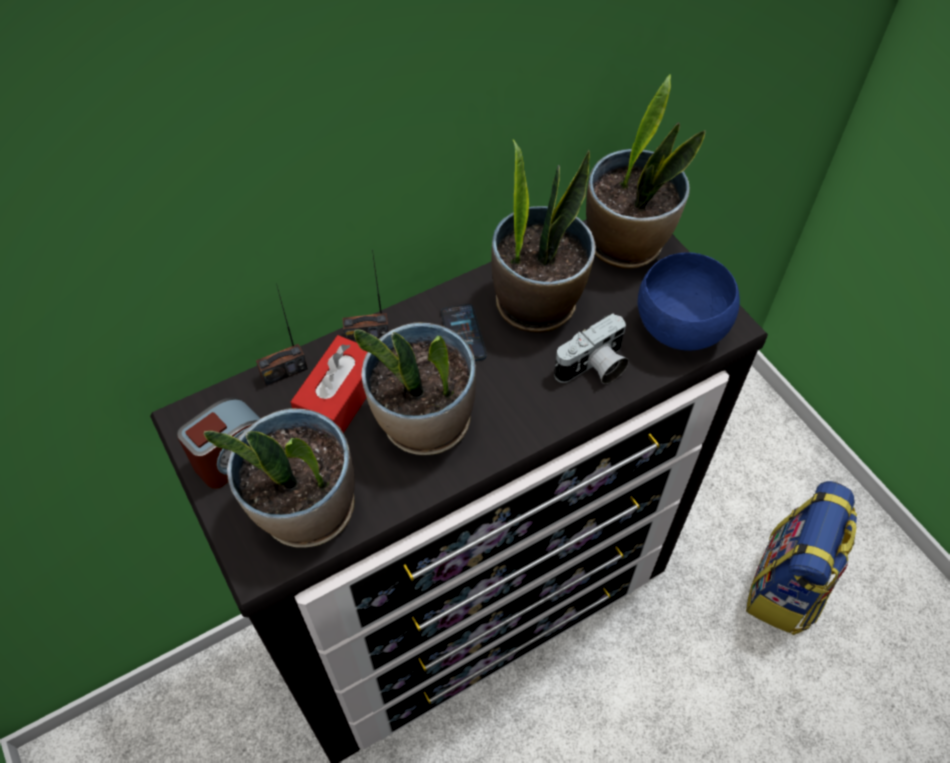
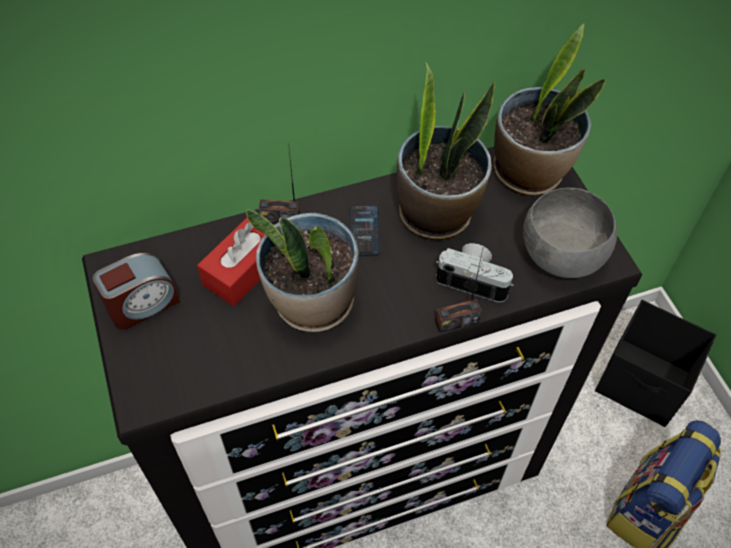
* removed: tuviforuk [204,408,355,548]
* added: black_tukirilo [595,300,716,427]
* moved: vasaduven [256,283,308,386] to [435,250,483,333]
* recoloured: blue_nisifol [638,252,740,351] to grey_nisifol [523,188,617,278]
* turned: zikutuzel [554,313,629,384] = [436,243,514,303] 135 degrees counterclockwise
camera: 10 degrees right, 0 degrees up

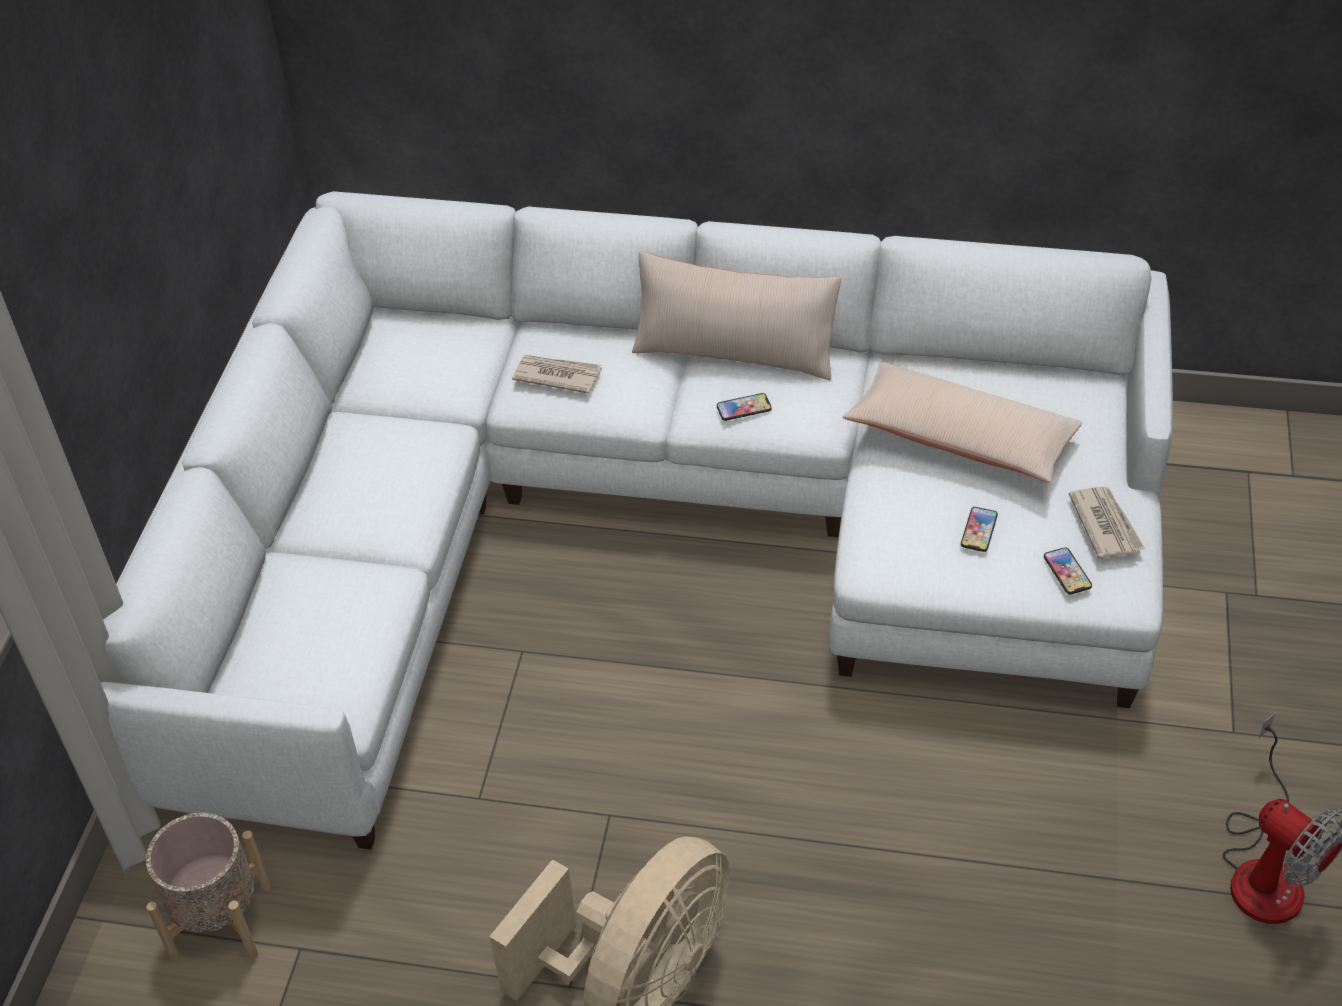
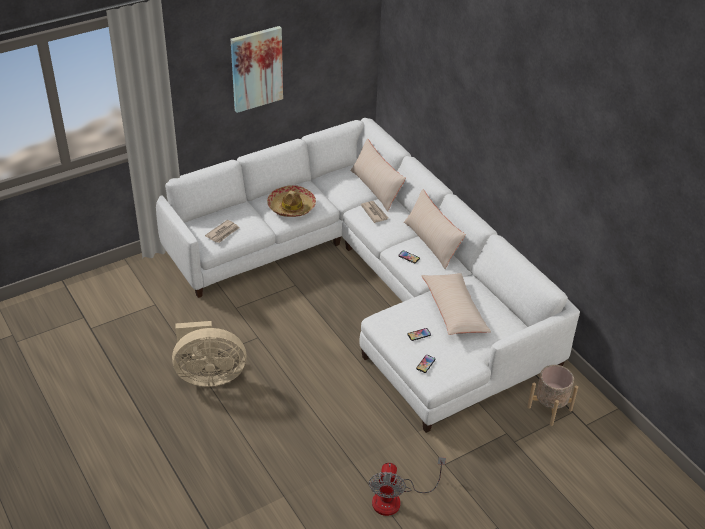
* added: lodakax [231,26,283,113]
* added: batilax [267,185,316,217]
* added: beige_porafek [350,138,406,212]
* moved: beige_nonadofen [146,813,271,960] to [527,365,578,426]
* moved: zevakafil [1069,487,1145,559] to [205,220,240,243]
camera: 45 degrees right, 5 degrees down

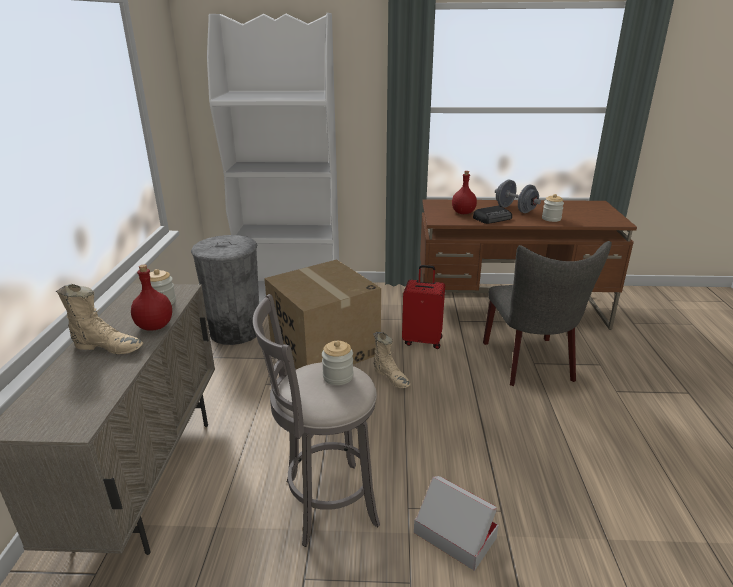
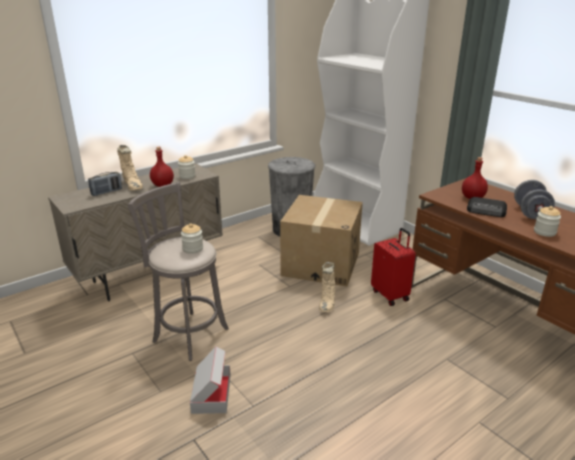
* removed: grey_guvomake [483,241,612,386]
* added: vasaduven [88,172,122,196]
camera: 50 degrees right, 0 degrees up

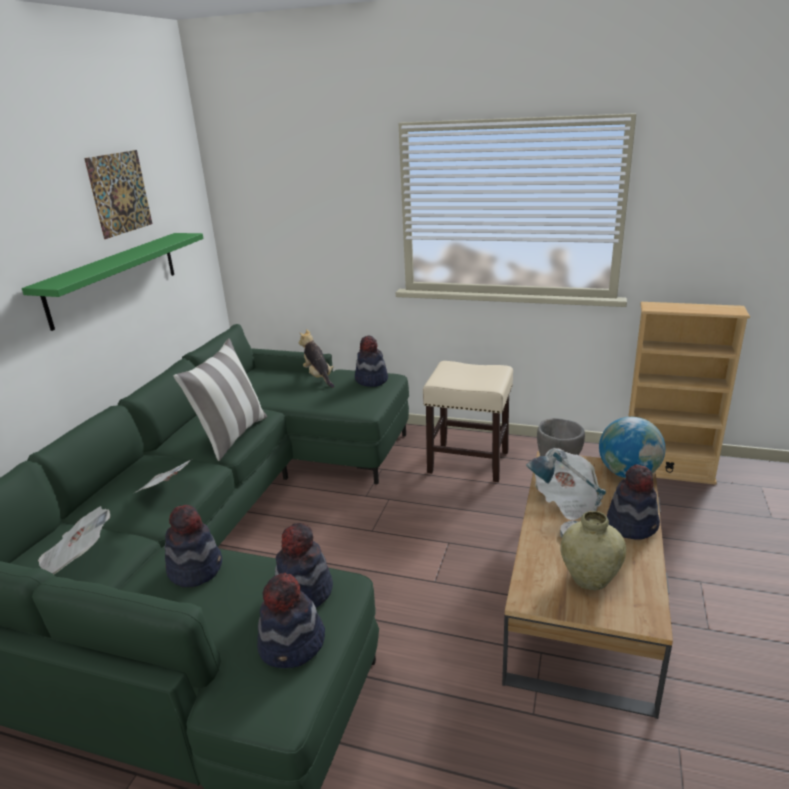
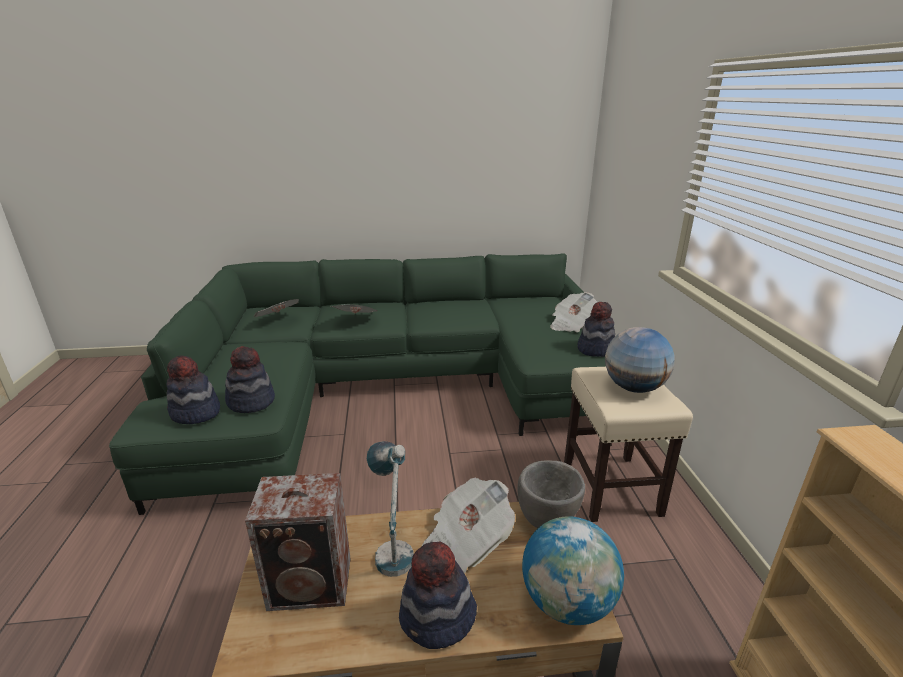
* removed: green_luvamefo [22,233,203,331]
* removed: lodakax [84,150,152,239]
* removed: batilax [165,505,222,587]
* removed: porafek [173,338,267,461]
* added: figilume [605,327,675,393]
* replaced: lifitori [299,329,334,388] to zevakafil [550,292,597,332]
* replaced: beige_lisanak [560,511,626,590] to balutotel [245,473,351,611]
camera: 65 degrees right, 0 degrees up

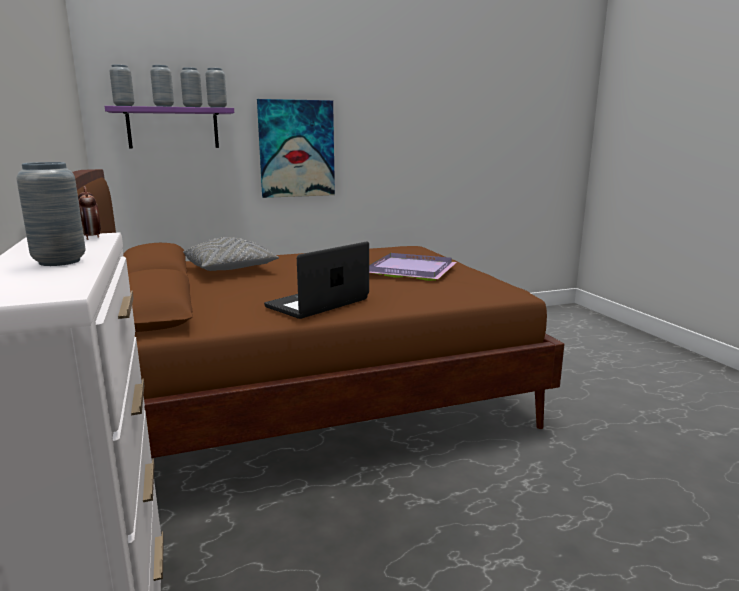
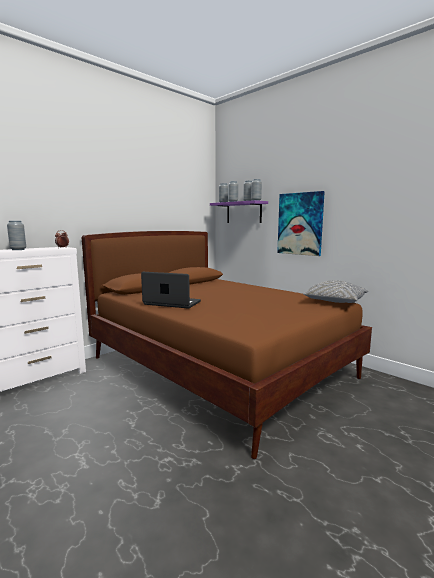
* removed: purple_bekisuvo [369,253,457,281]
* moved: grey_porafek [183,237,279,271] to [303,280,368,303]
camera: 65 degrees right, 5 degrees down

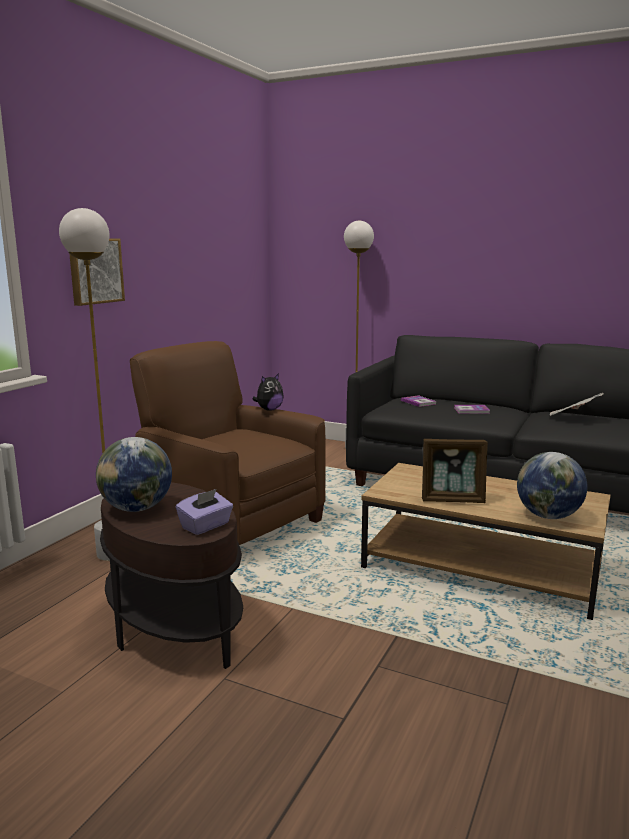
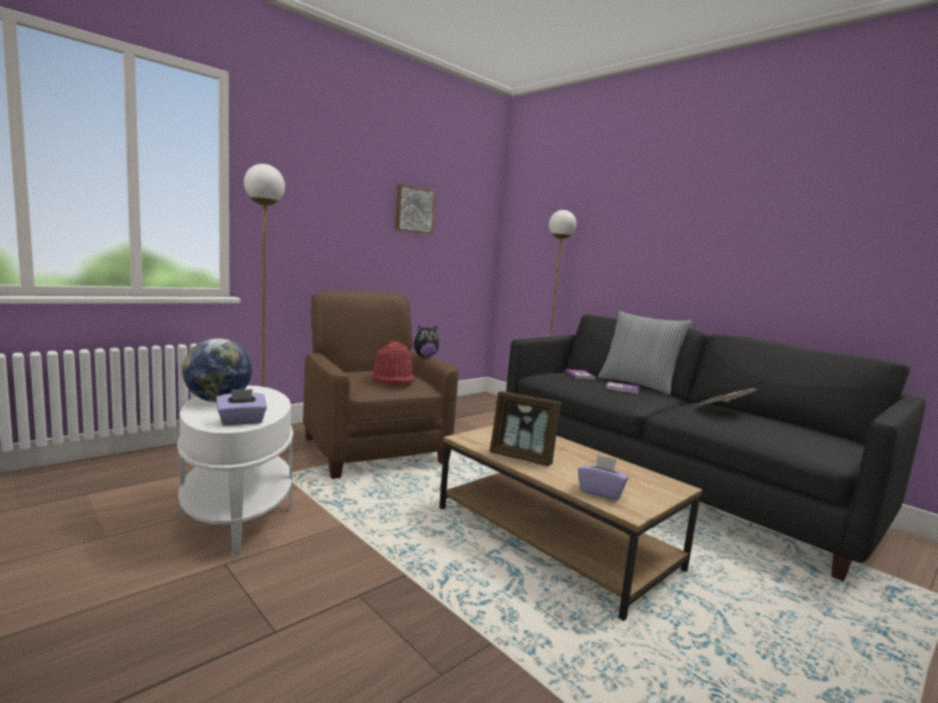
* added: red_batilax [372,341,416,385]
* added: porafek [598,311,692,395]
* moved: lodakax [69,239,125,306] to [395,184,435,234]
* replaced: figilume [517,452,588,519] to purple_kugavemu [578,455,629,501]
* recoloured: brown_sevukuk [100,482,243,669] to white_sevukuk [177,385,293,557]
camera: 20 degrees right, 5 degrees down

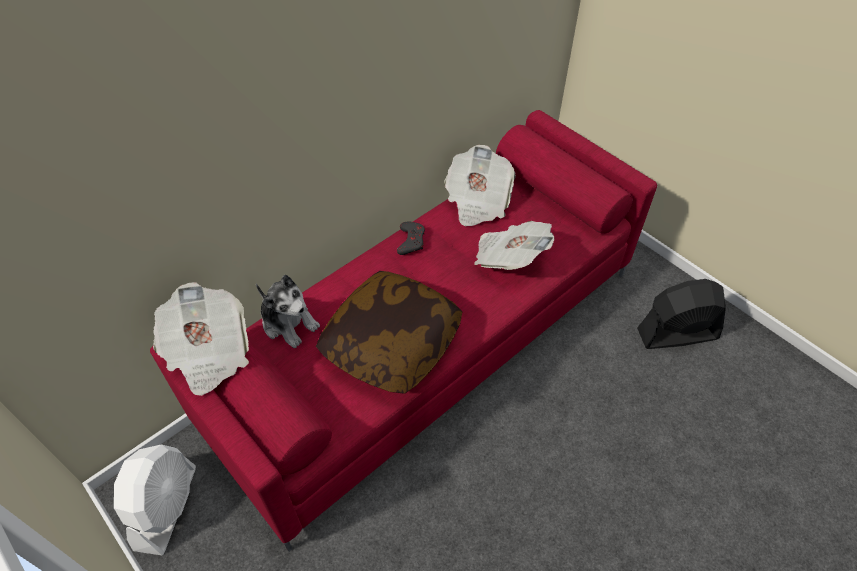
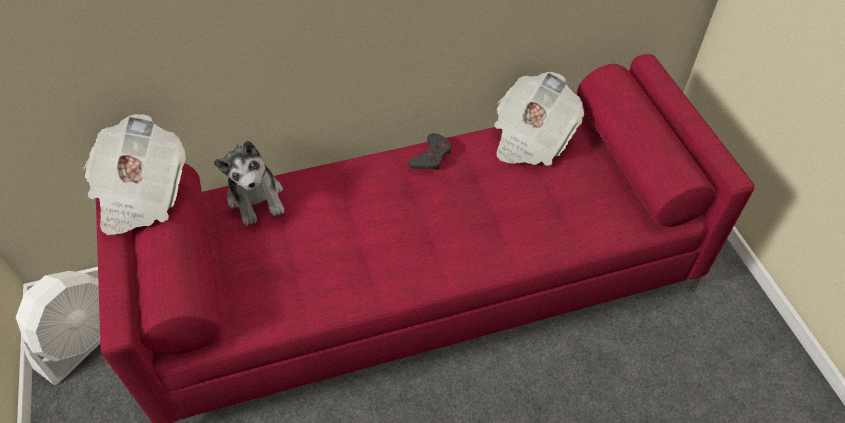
* removed: porafek [316,271,462,394]
* removed: zevakafil [474,221,555,270]
* removed: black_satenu [637,279,726,349]
camera: 25 degrees right, 0 degrees up

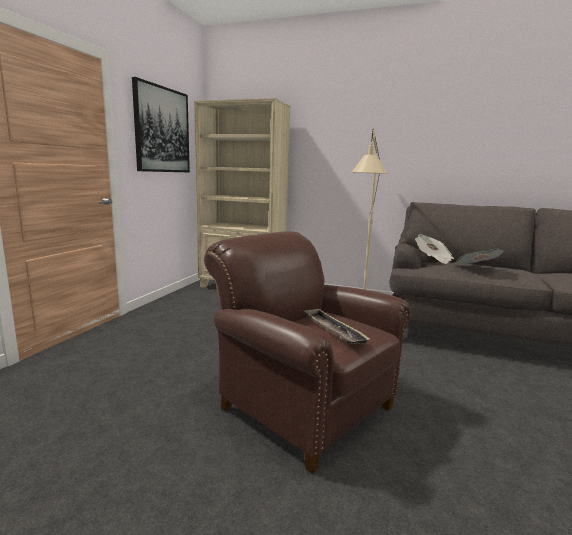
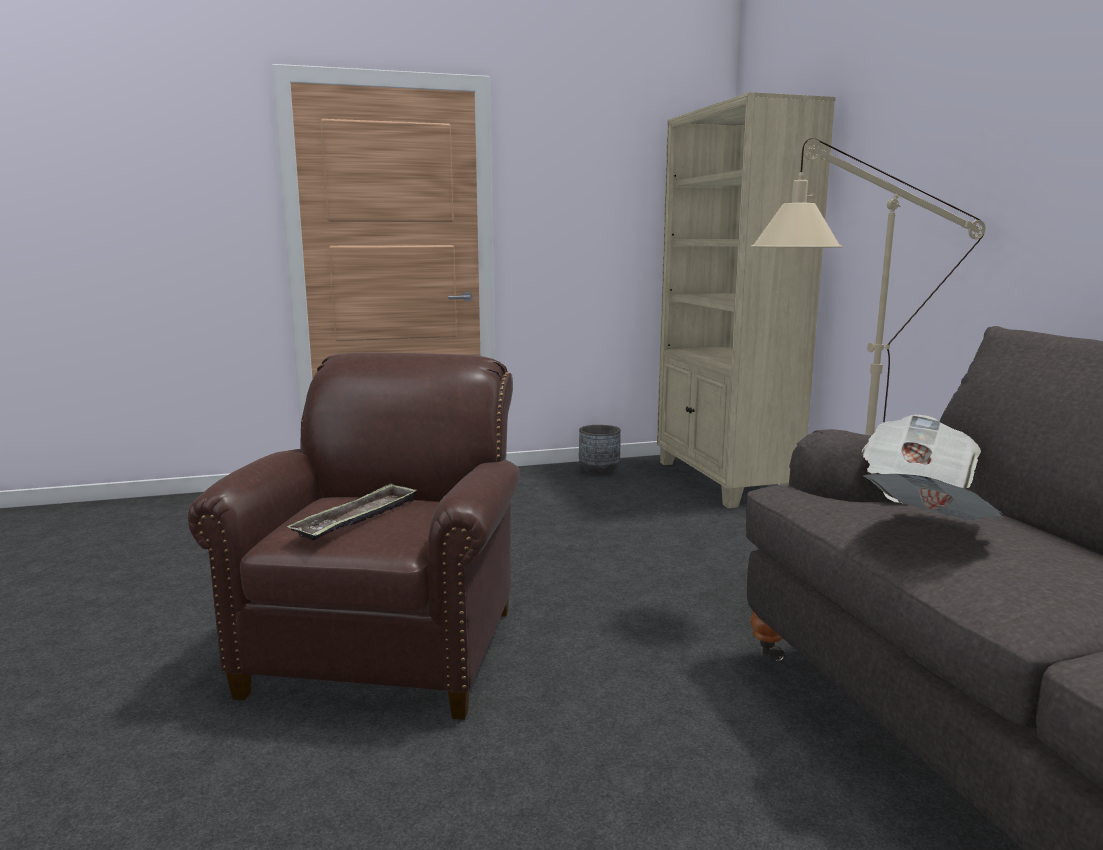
* removed: lodakax [132,77,190,172]
* added: grey_nonadofen [579,425,621,475]
camera: 55 degrees right, 0 degrees up

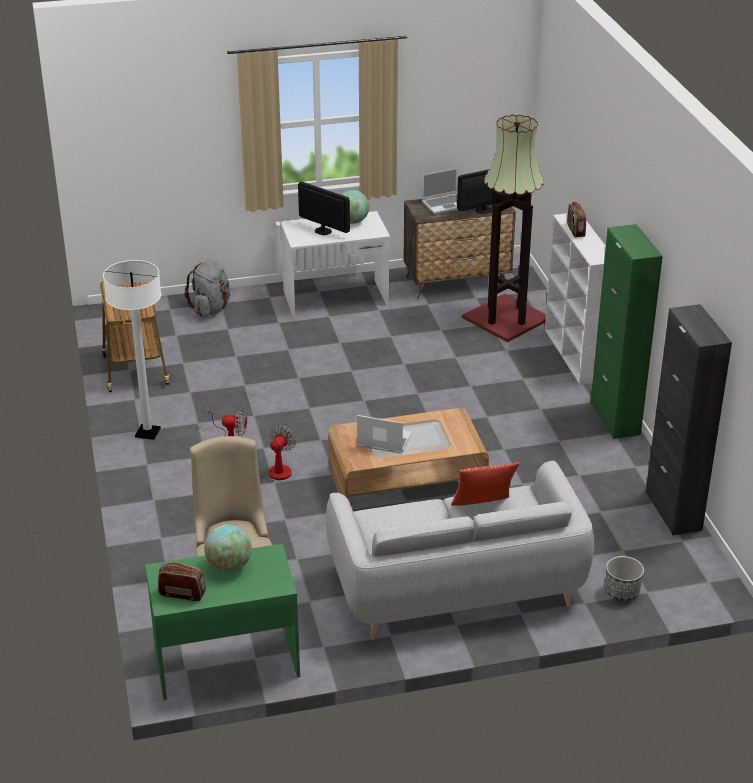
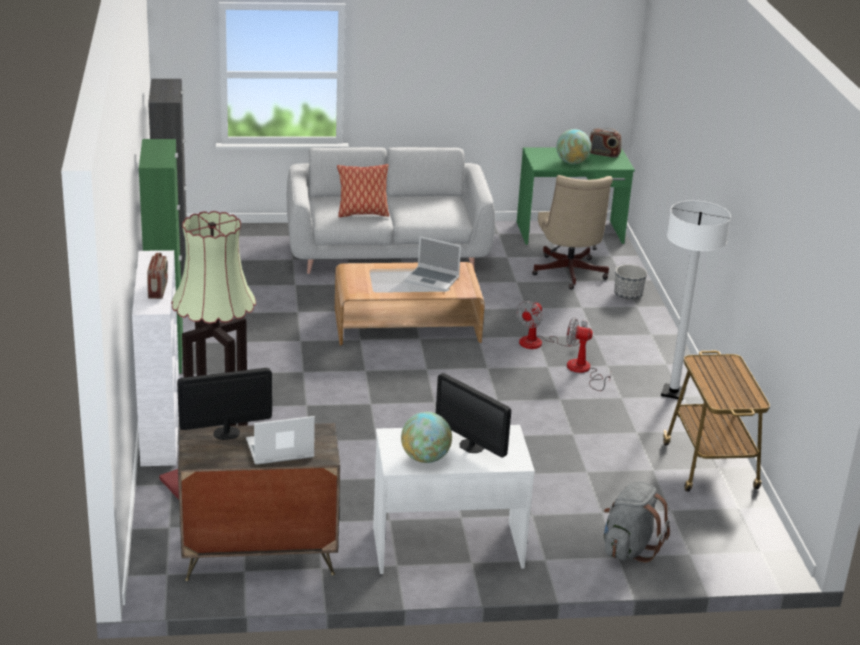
* moved: nonadofen [606,556,644,601] to [614,265,647,299]
camera: 175 degrees left, 5 degrees down

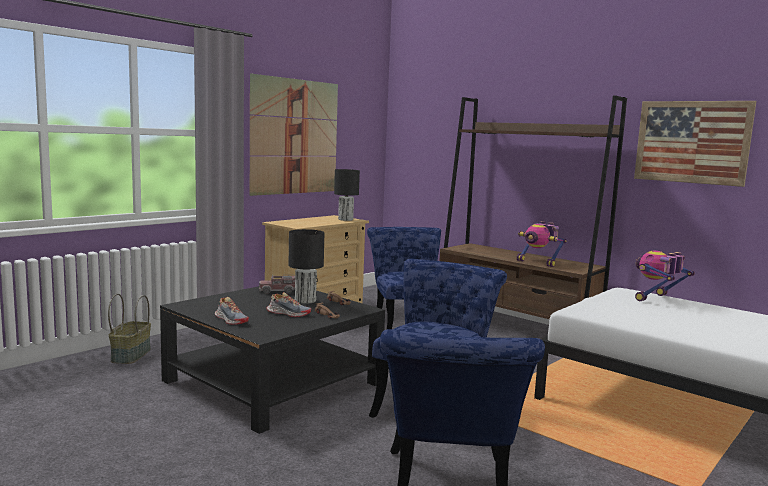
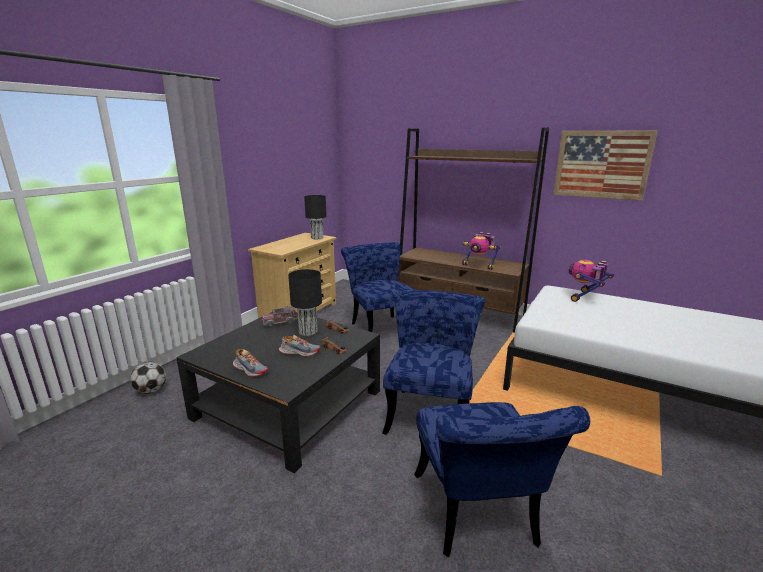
* removed: lodakax [250,73,338,196]
* replaced: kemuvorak [108,294,151,364] to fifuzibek [130,362,166,394]
camera: 10 degrees left, 10 degrees up

